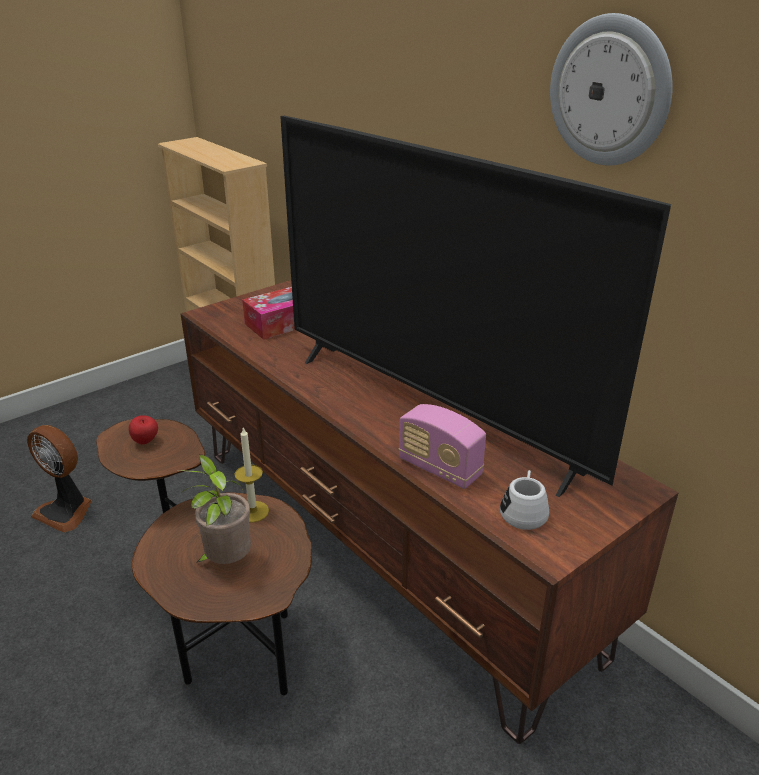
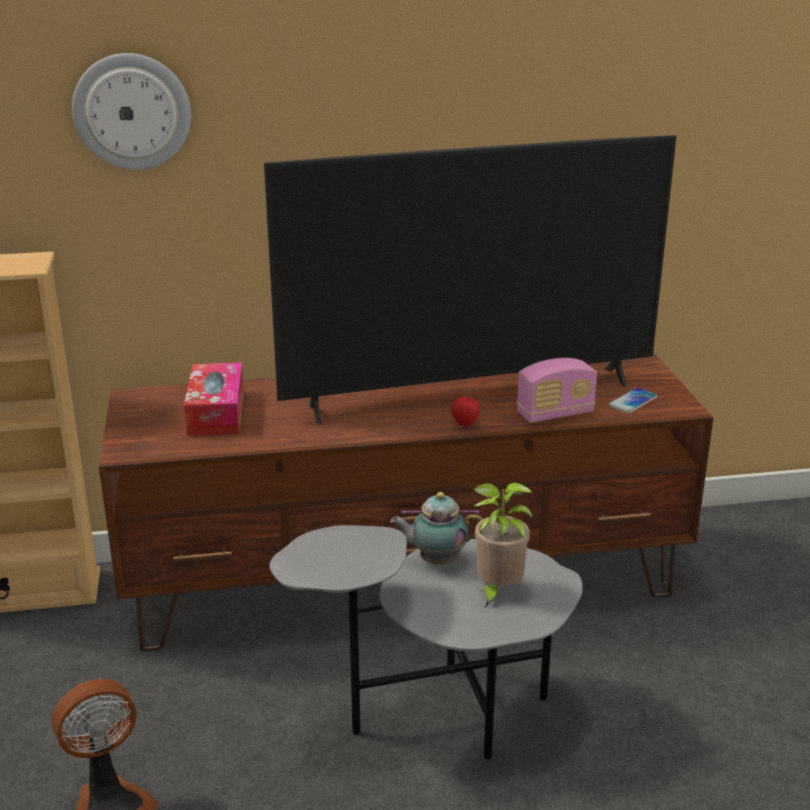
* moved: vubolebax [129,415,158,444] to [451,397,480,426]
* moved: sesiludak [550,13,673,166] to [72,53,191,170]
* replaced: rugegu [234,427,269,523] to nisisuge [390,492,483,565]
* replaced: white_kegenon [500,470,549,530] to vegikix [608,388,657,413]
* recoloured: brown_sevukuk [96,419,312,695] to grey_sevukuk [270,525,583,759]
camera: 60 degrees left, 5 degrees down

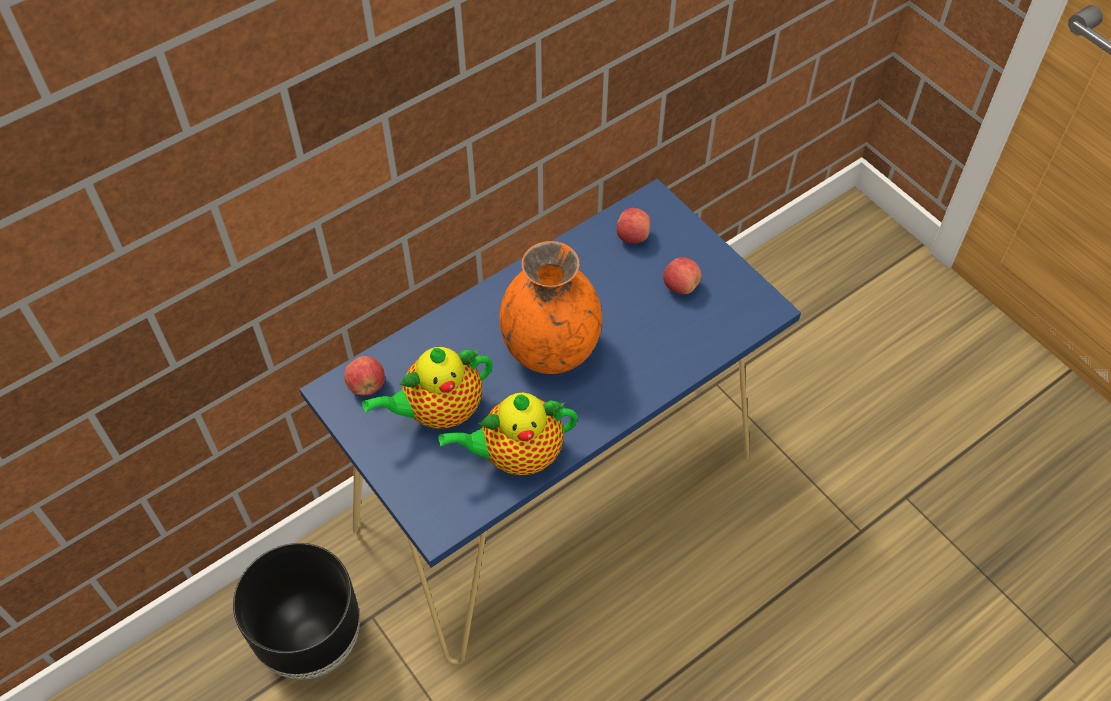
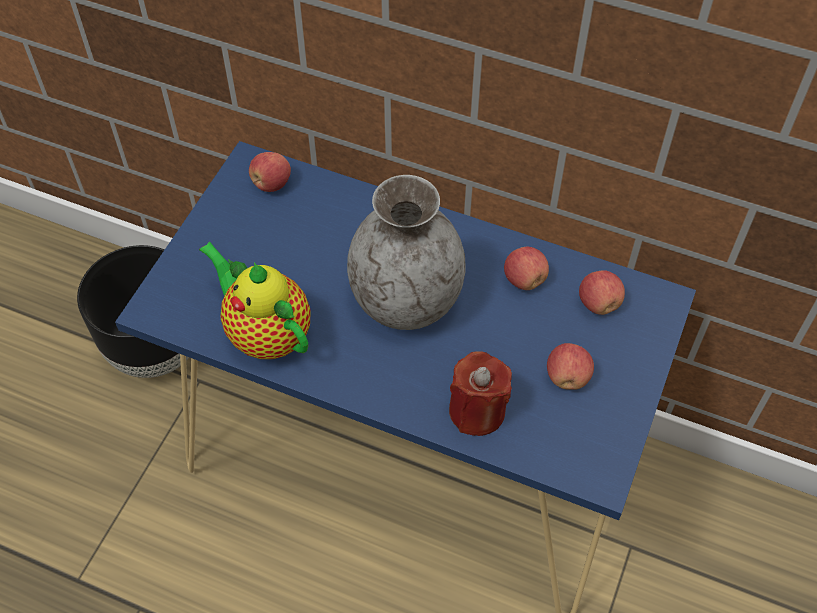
* removed: nisisuge [362,347,492,429]
* added: red_rugegu [449,351,512,436]
* added: vubolebax [504,247,549,290]
* recoloured: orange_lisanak [499,241,602,374] to grey_lisanak [347,175,466,330]
camera: 60 degrees right, 0 degrees up

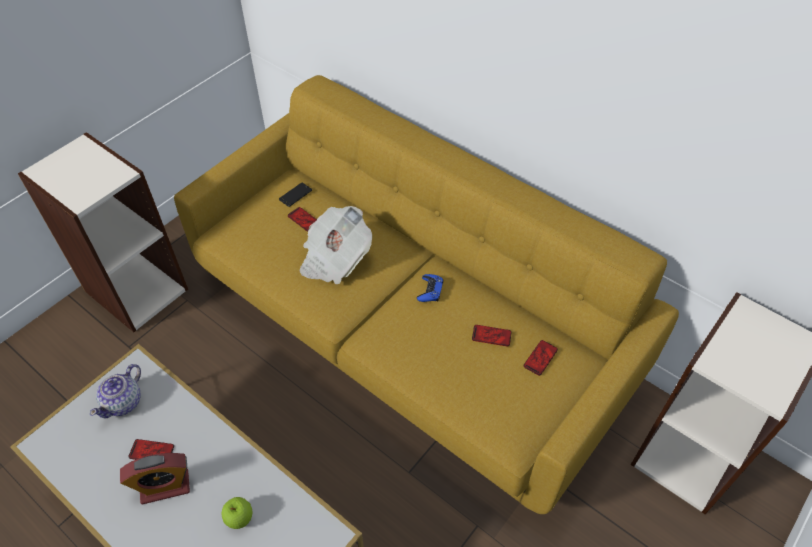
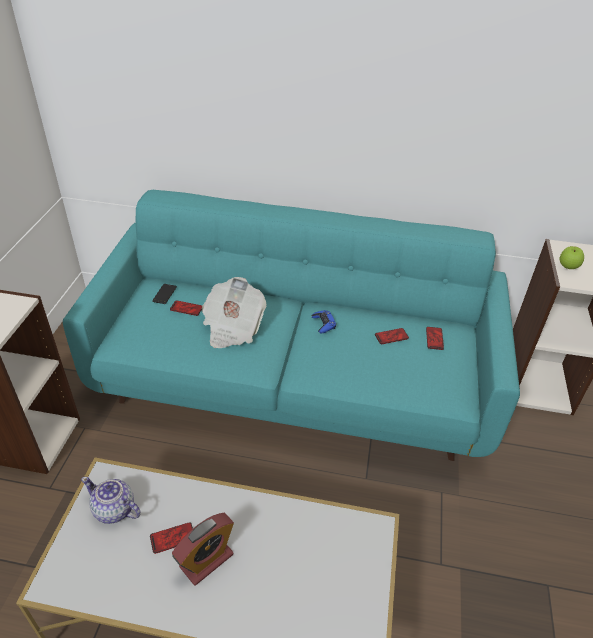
* moved: vubolebax [222,497,253,529] to [559,246,584,269]
* recoloured: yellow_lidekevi [174,75,679,514] to turquoise_lidekevi [63,190,520,461]
* turned: nisisuge [90,364,141,419] = [81,477,141,524] 120 degrees clockwise
camera: 30 degrees left, 10 degrees down

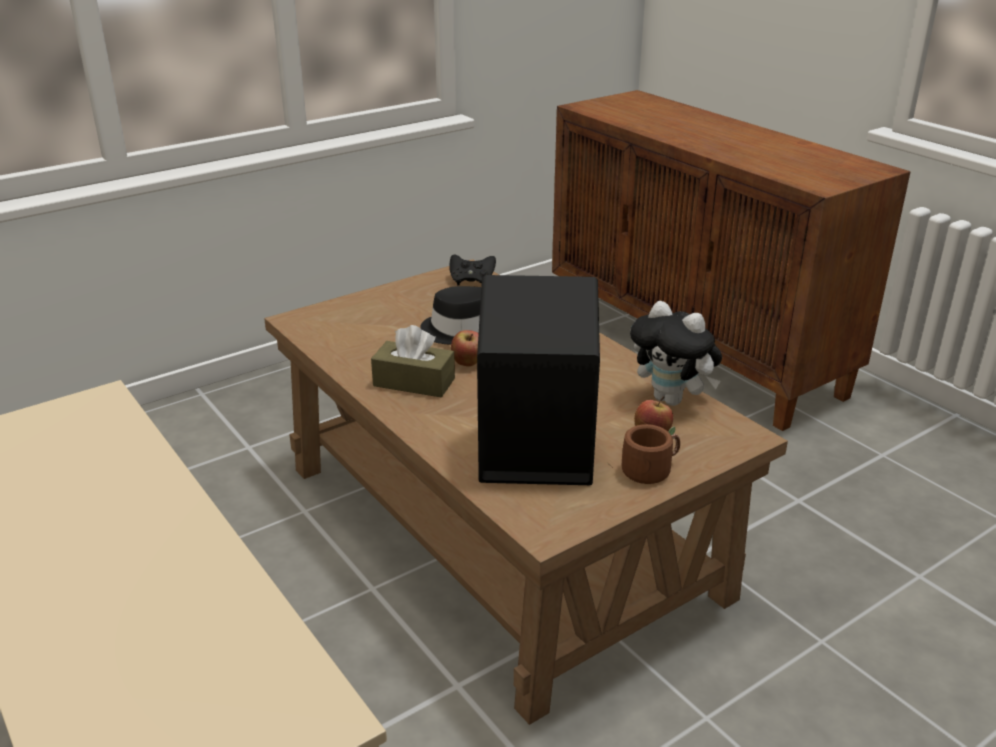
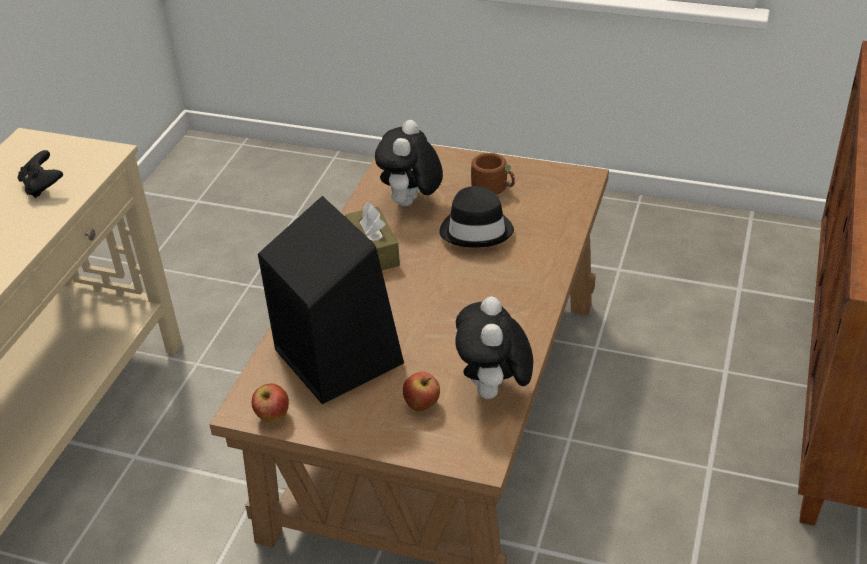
* added: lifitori [375,120,443,206]
* moved: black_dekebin [449,255,496,285] to [18,150,63,198]
* moved: vubolebax [451,330,479,367] to [252,383,289,423]
* moved: brown_kegenon [607,424,680,484] to [471,153,515,195]
camera: 55 degrees right, 10 degrees up

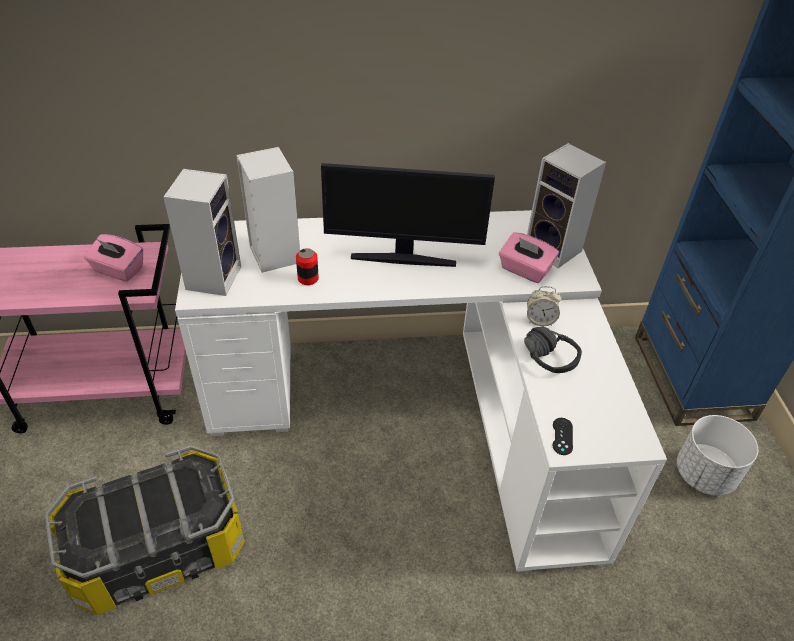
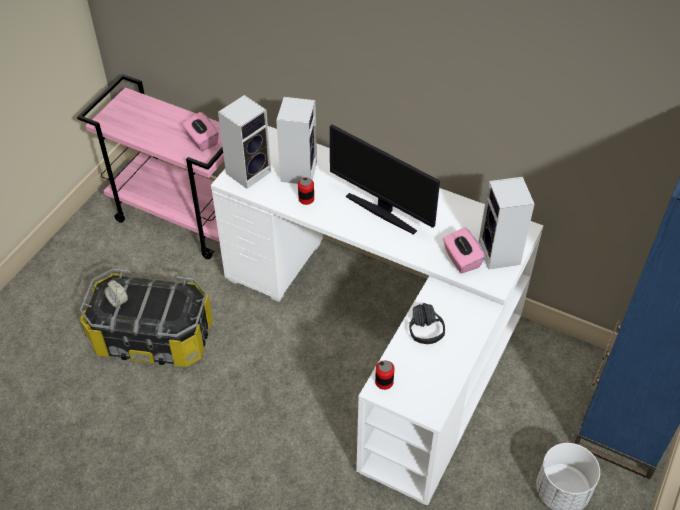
* moved: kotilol [527,286,561,326] to [104,280,128,308]
* replaced: black_dekebin [553,418,573,455] to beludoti [375,361,395,390]
camera: 35 degrees right, 5 degrees up

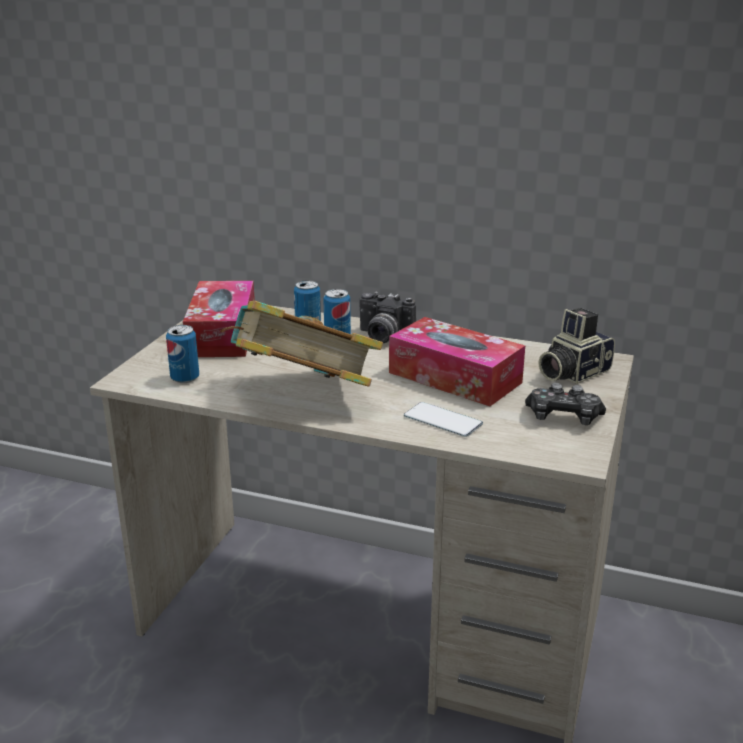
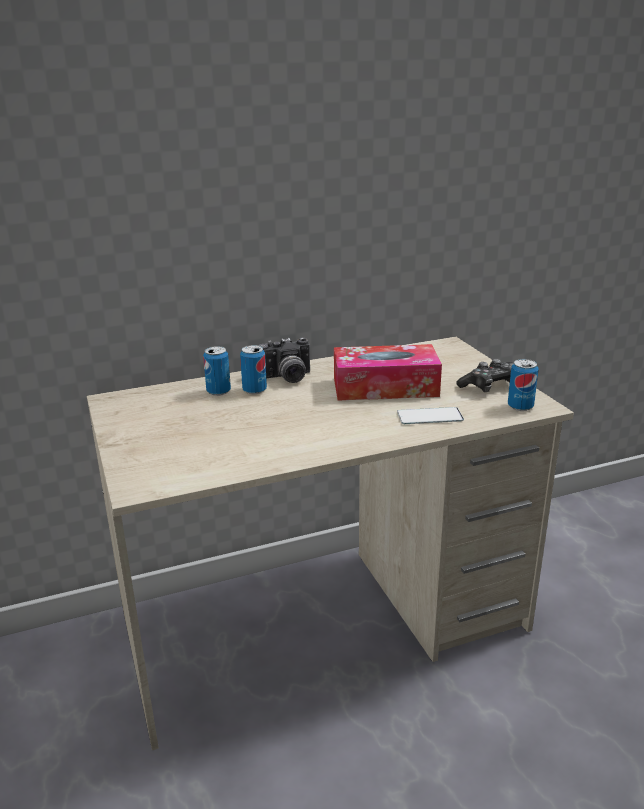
* removed: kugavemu [183,281,255,357]
* removed: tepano [220,301,383,387]
* removed: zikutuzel [539,308,615,384]
* moved: beludoti [166,325,199,383] to [508,359,539,411]
camera: 40 degrees left, 0 degrees up

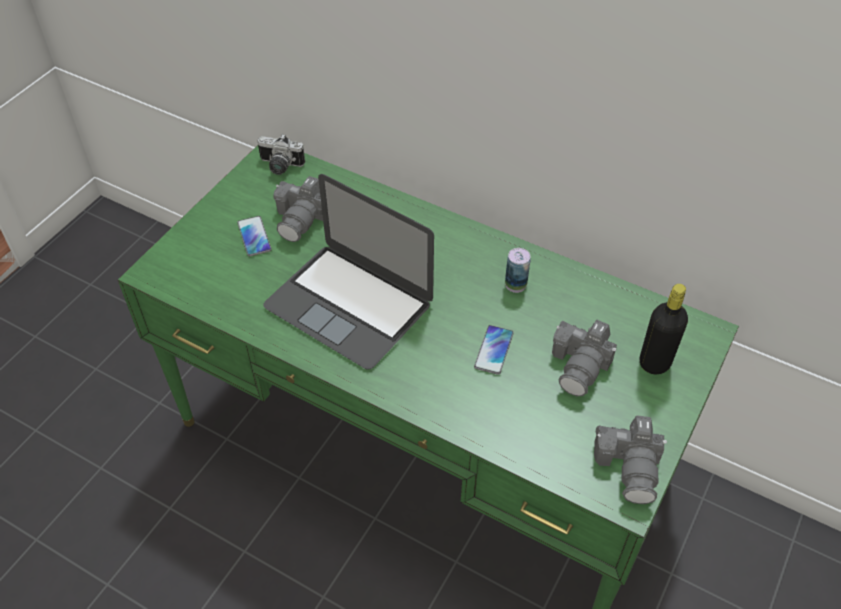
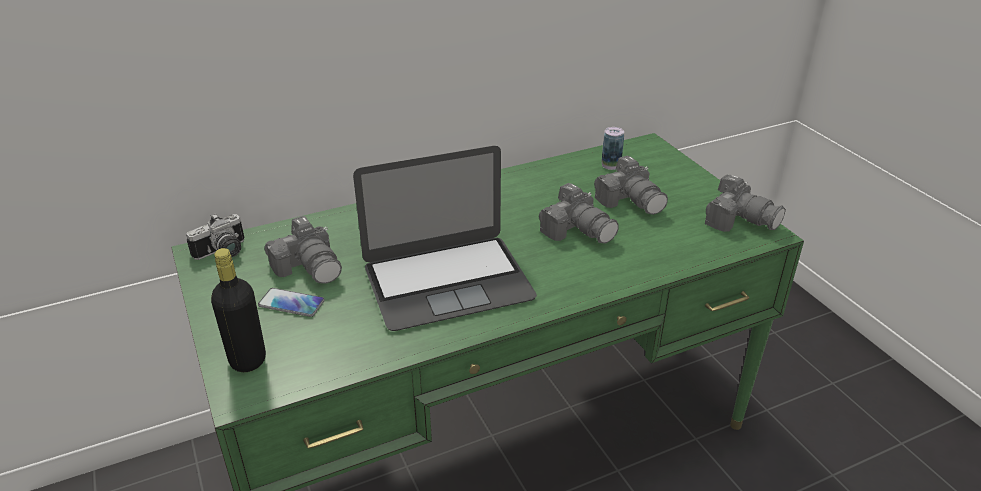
* moved: beludoti [505,248,531,293] to [602,127,624,170]
* moved: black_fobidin [640,284,688,374] to [211,248,266,372]
* replaced: vegikix [474,325,513,375] to zikutuzel [539,183,619,243]
camera: 55 degrees left, 15 degrees down

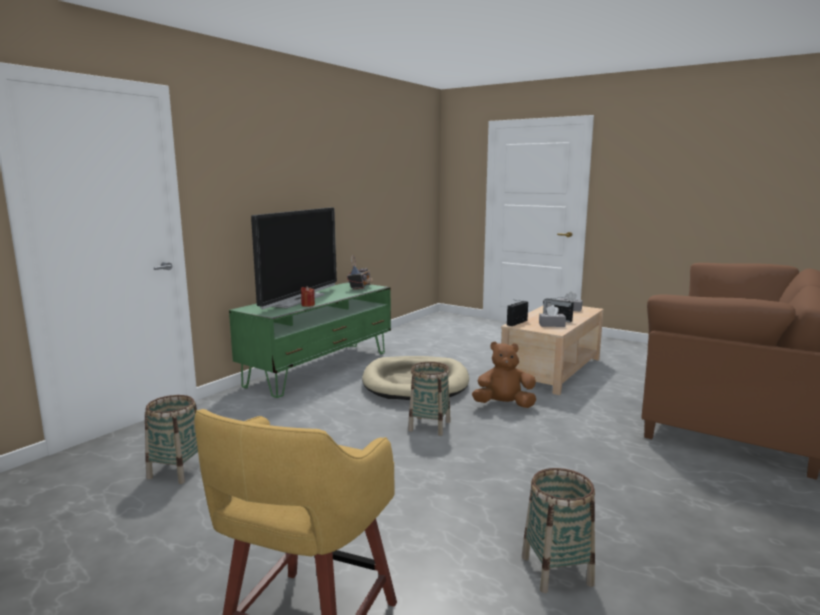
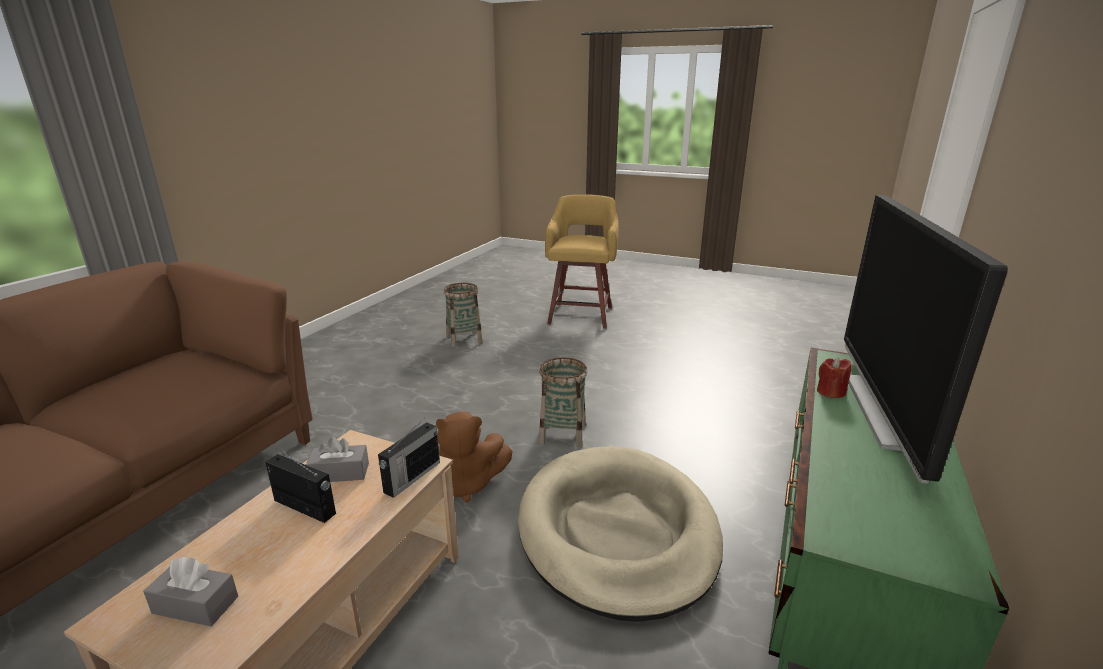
* removed: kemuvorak [145,395,198,484]
* removed: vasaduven [347,255,373,290]
camera: 170 degrees right, 10 degrees up

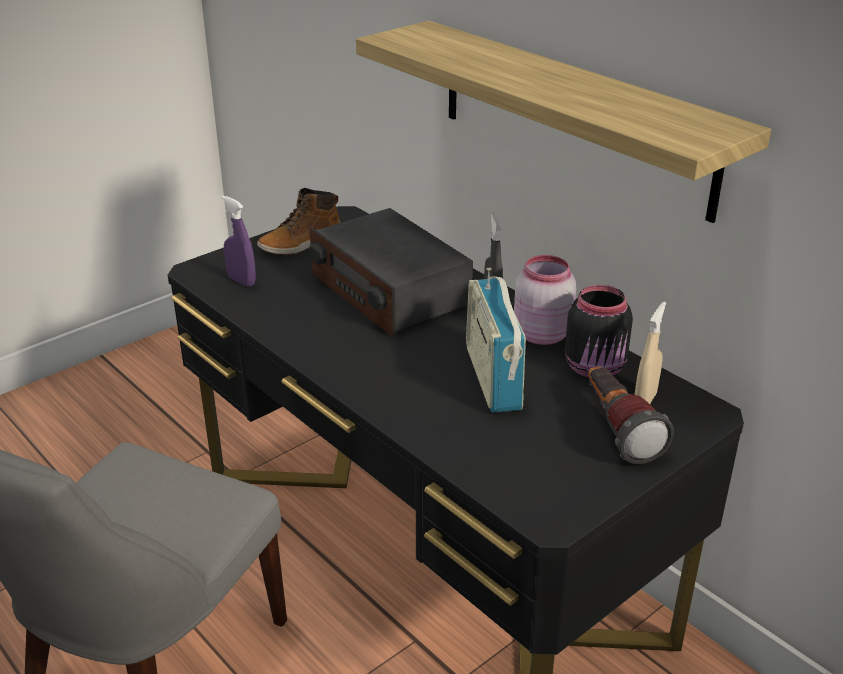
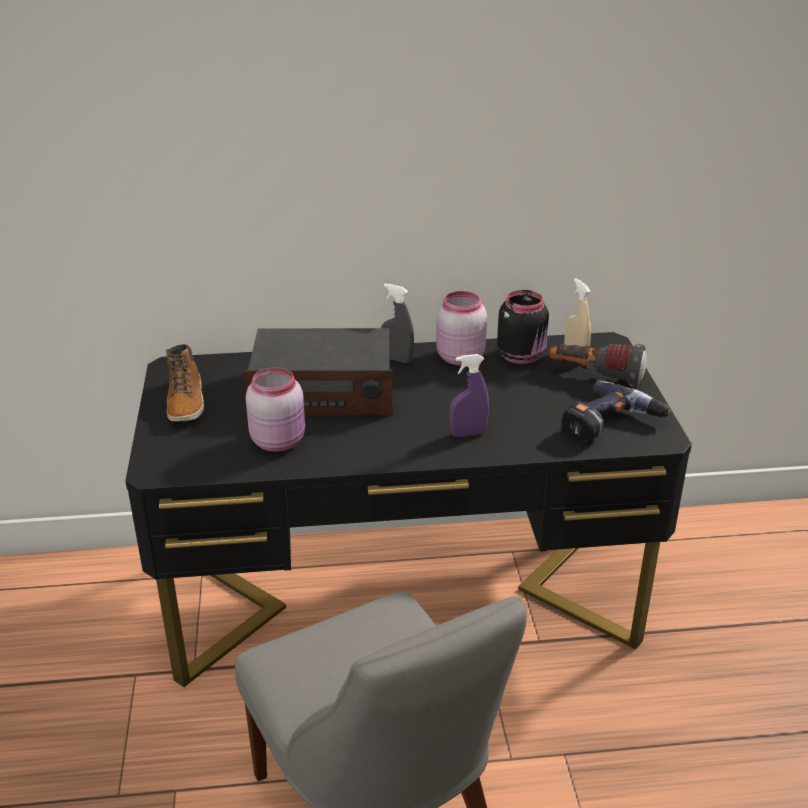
* removed: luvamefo [356,21,771,223]
* removed: vasaduven [466,267,526,413]
* added: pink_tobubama [246,367,305,452]
* added: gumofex [561,380,671,442]
* moved: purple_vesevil [222,196,256,287] to [449,354,489,437]
camera: 55 degrees left, 0 degrees up

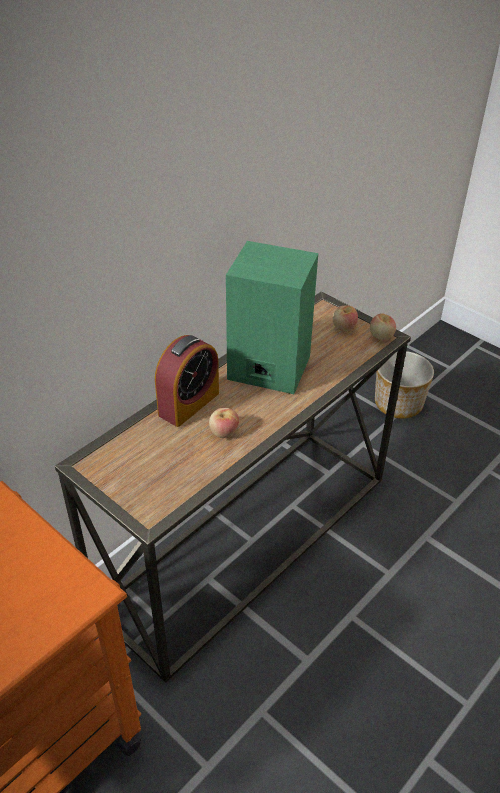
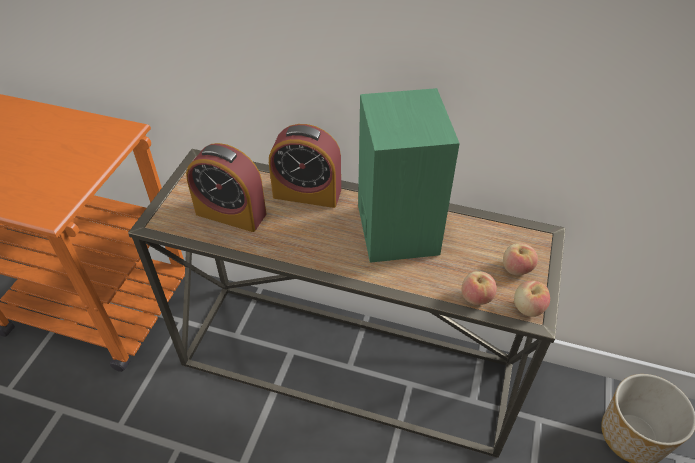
* added: kotilol [186,143,266,232]
* moved: vubolebax [209,408,239,438] to [461,271,497,305]
camera: 65 degrees right, 5 degrees up

